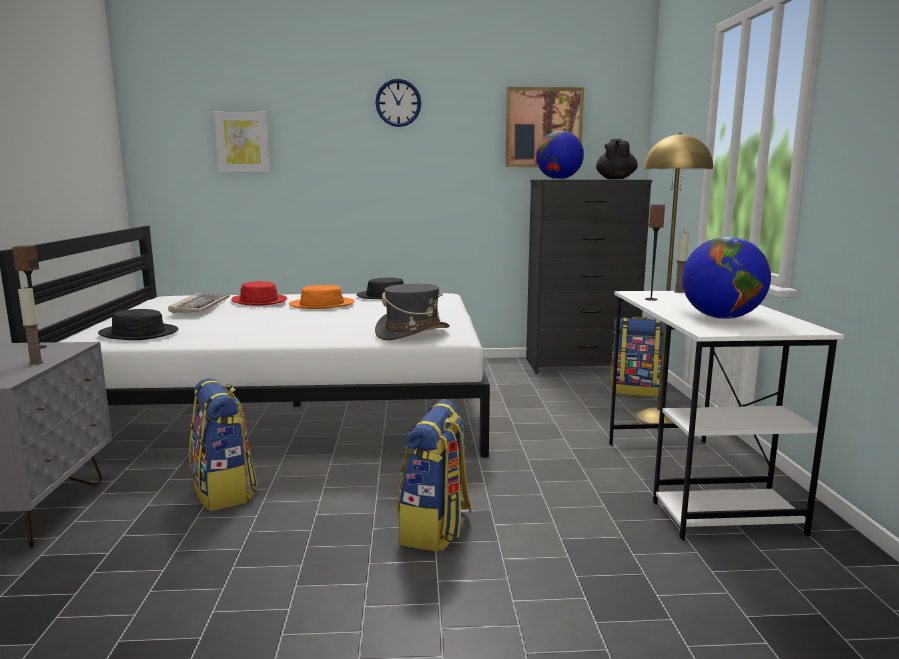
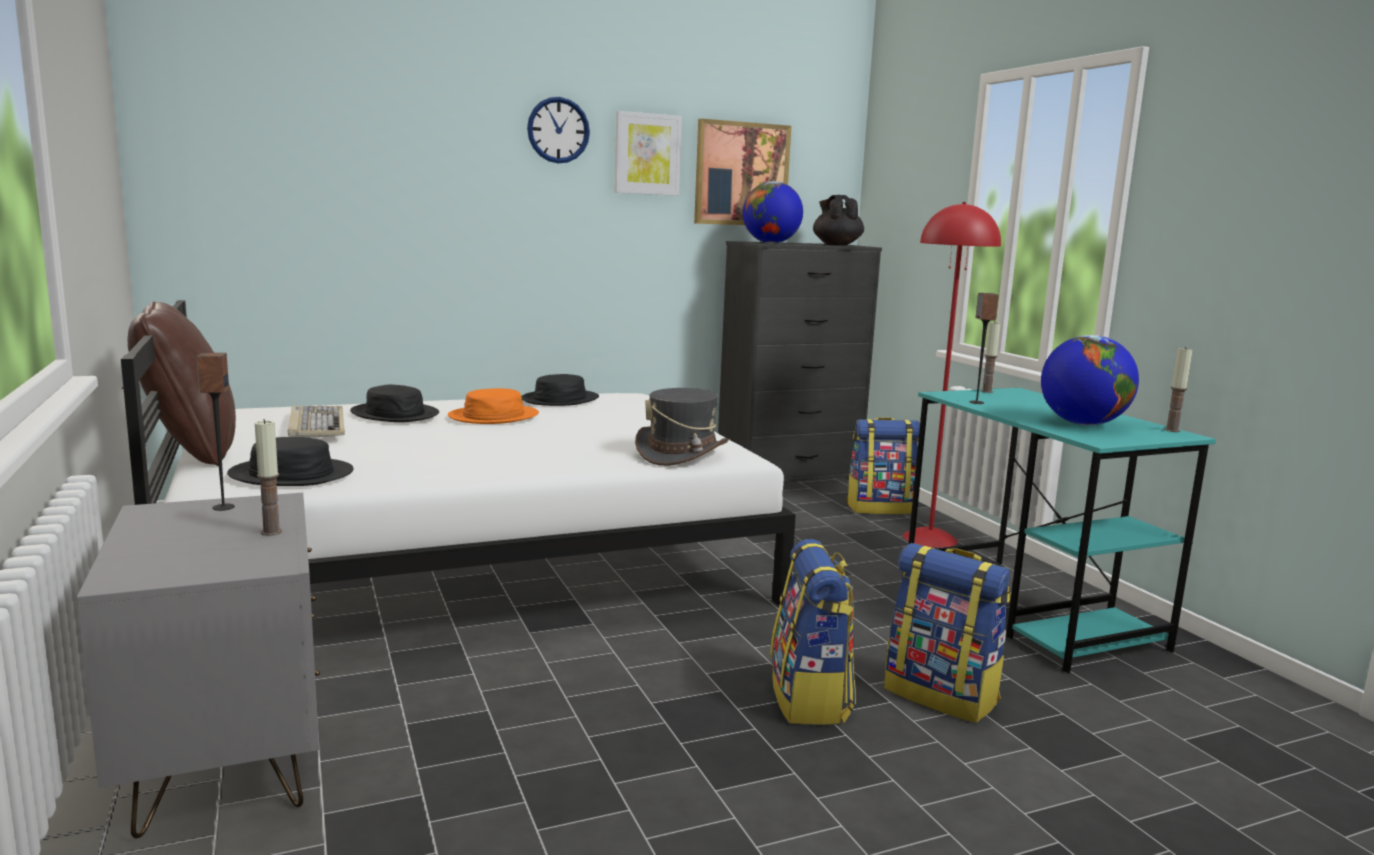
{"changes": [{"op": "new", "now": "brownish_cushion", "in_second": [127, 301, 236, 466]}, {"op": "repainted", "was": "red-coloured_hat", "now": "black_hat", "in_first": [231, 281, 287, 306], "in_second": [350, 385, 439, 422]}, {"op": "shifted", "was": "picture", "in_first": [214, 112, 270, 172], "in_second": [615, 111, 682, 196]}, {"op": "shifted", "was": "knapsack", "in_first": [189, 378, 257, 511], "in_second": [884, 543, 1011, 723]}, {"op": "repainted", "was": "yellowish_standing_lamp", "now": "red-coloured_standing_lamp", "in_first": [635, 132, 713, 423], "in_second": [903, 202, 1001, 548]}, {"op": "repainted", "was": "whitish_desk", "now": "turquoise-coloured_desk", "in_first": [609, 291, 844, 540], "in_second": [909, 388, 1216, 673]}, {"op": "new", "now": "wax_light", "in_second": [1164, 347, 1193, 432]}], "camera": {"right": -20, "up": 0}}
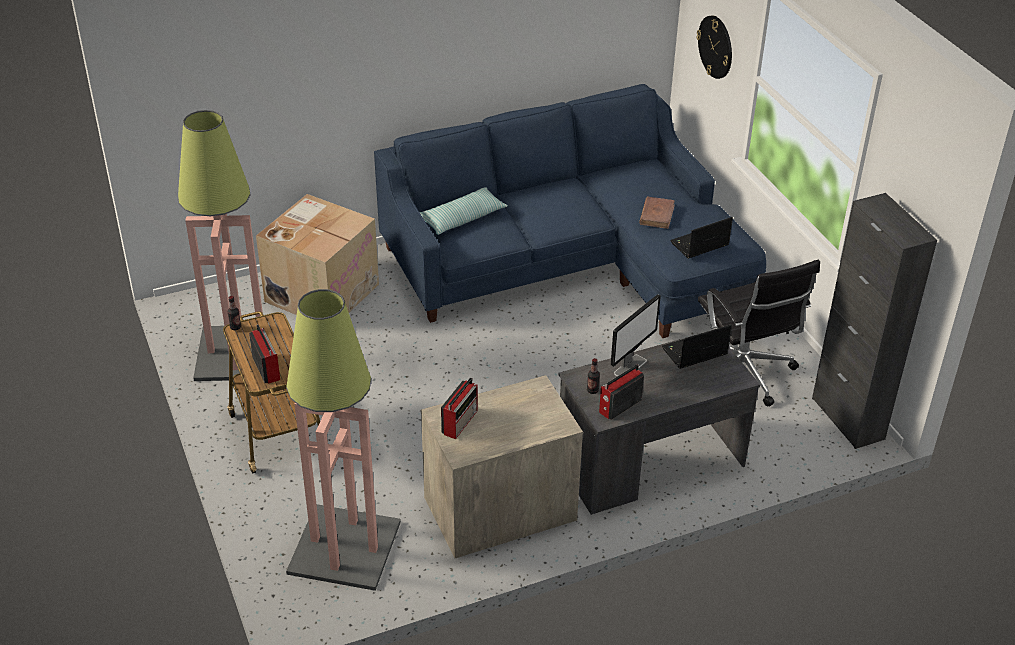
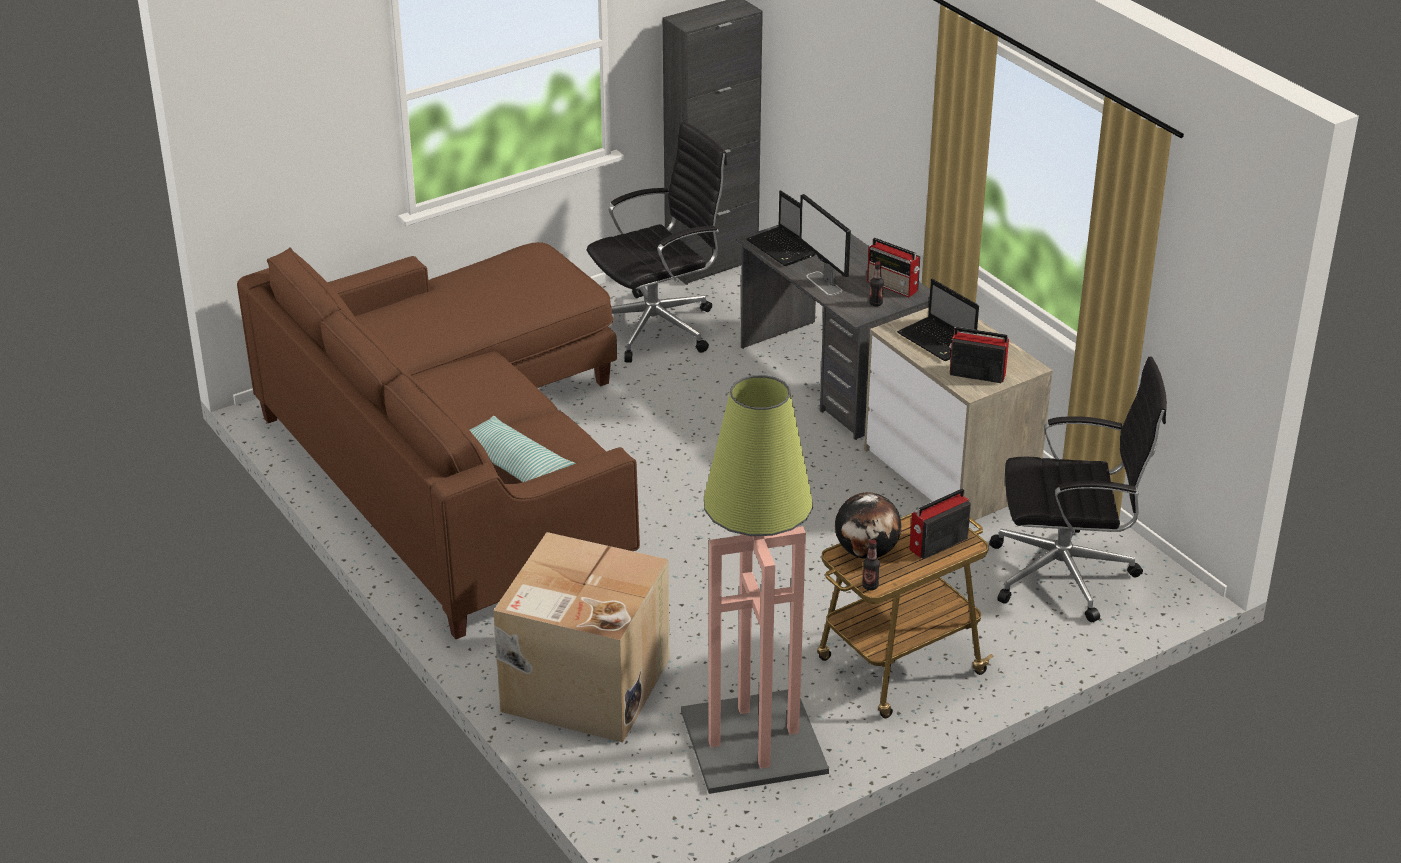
{"changes": [{"op": "repainted", "was": "blue-coloured_sofa", "now": "brownish_sofa", "in_first": [374, 84, 766, 338], "in_second": [237, 242, 640, 639]}, {"op": "rotated", "was": "computer_screen", "in_first": [611, 294, 661, 376], "in_second": [799, 194, 851, 296], "clockwise": -150}, {"op": "new", "now": "world_globe", "in_second": [835, 492, 901, 559]}, {"op": "shifted", "was": "notebook_computer", "in_first": [670, 217, 733, 258], "in_second": [897, 279, 979, 361]}, {"op": "swapped", "was": "standing_lamp", "now": "black_computer_chair", "in_first": [286, 289, 401, 591], "in_second": [989, 357, 1167, 622]}, {"op": "gone", "was": "brownish_bound_book", "in_first": [639, 196, 675, 229]}, {"op": "gone", "was": "clock_on_the_wall", "in_first": [696, 15, 732, 79]}], "camera": {"right": -100, "up": -5}}
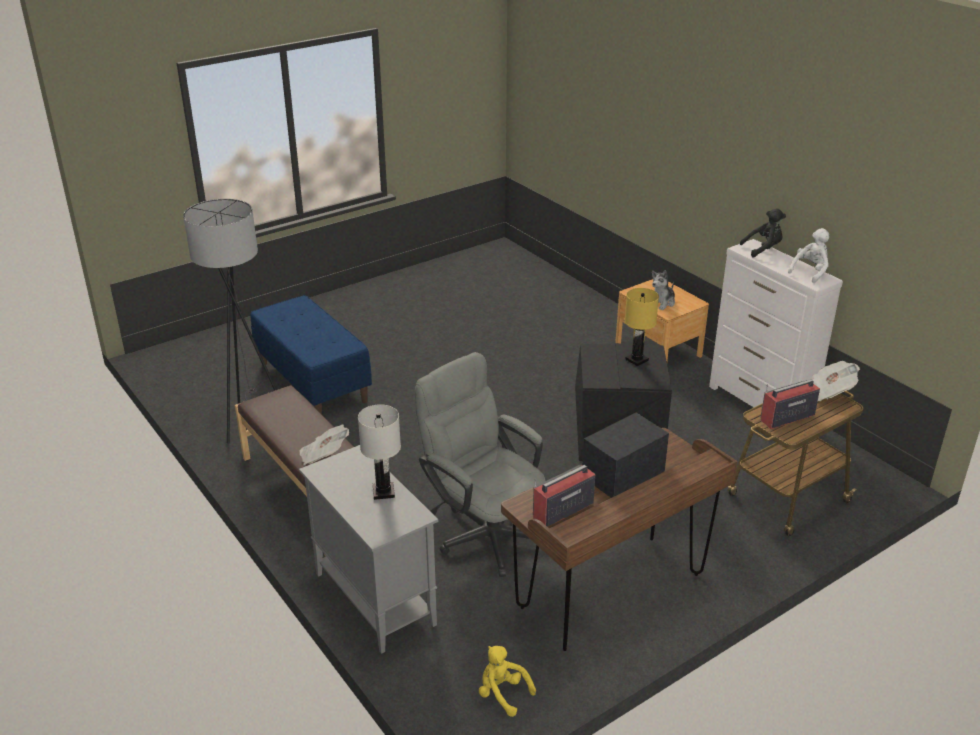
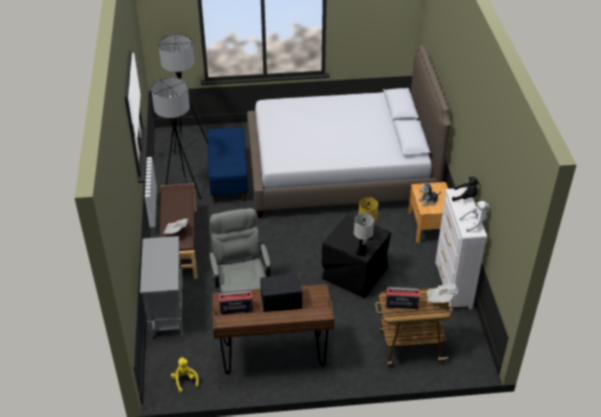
{"changes": [{"op": "new", "now": "black_standing_lamp", "in_second": [158, 34, 208, 156]}, {"op": "new", "now": "bedroom_bed", "in_second": [247, 45, 450, 218]}, {"op": "shifted", "was": "whitish_table_lamp", "in_first": [358, 404, 401, 500], "in_second": [354, 213, 374, 257]}], "camera": {"right": 30, "up": 10}}
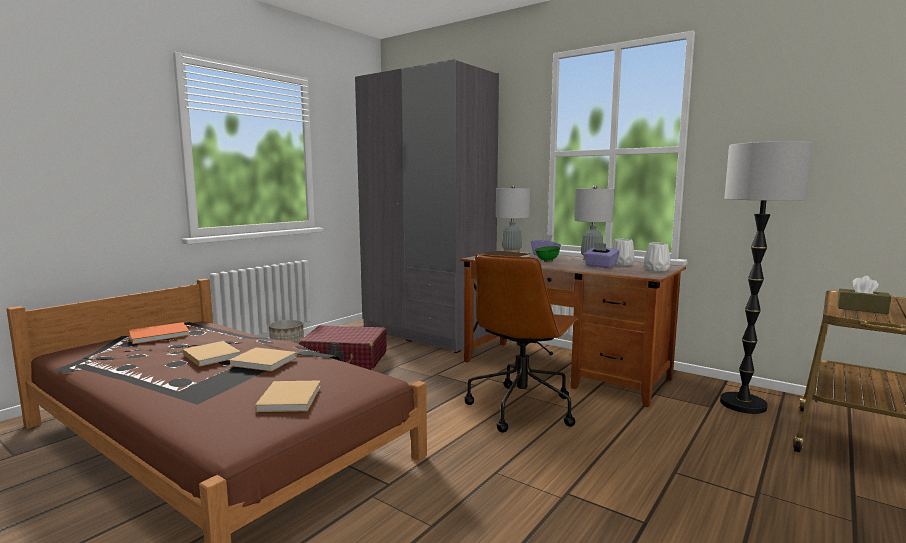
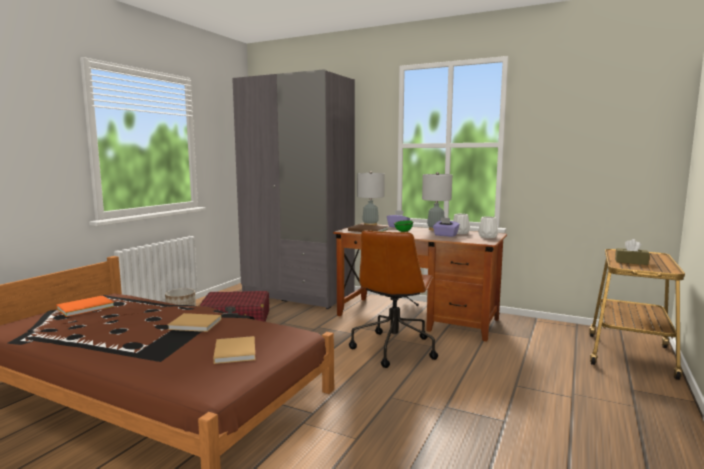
{"changes": [{"op": "gone", "was": "sand-coloured_bound_book", "in_first": [183, 341, 241, 367]}, {"op": "gone", "was": "standing_lamp", "in_first": [720, 141, 812, 414]}], "camera": {"right": -10, "up": 0}}
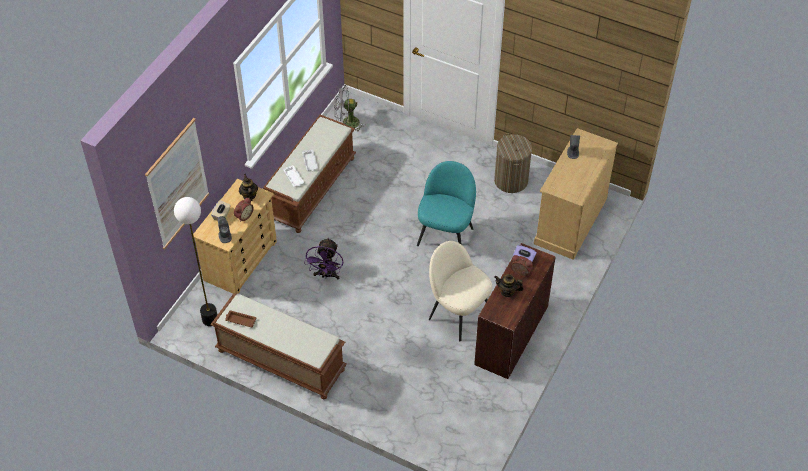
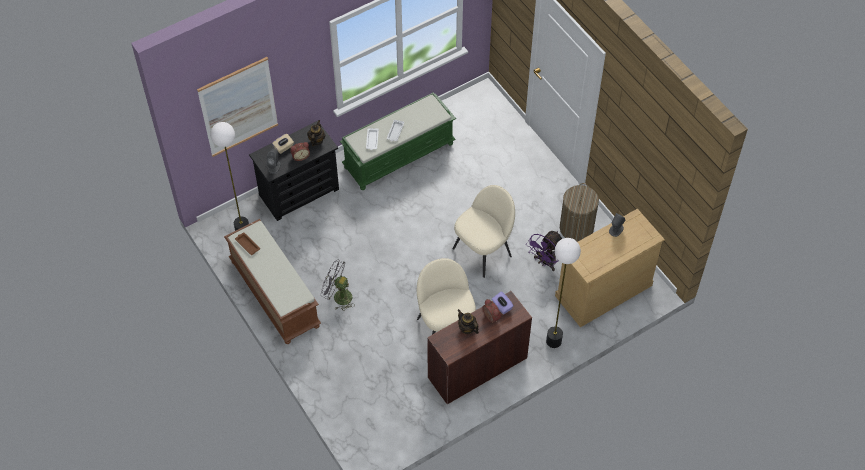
{"changes": [{"op": "repainted", "was": "sand-coloured_drawer_chest", "now": "black_drawer_chest", "in_first": [193, 179, 277, 294], "in_second": [249, 121, 339, 221]}, {"op": "shifted", "was": "grey_electric_fan", "in_first": [334, 85, 365, 132], "in_second": [321, 260, 353, 311]}, {"op": "repainted", "was": "brownish_long_seat", "now": "green_long_seat", "in_first": [263, 115, 356, 233], "in_second": [340, 92, 456, 190]}, {"op": "repainted", "was": "turquoise-coloured_upright_chair", "now": "sand-coloured_upright_chair", "in_first": [417, 161, 476, 246], "in_second": [453, 185, 515, 278]}, {"op": "shifted", "was": "purple_electric_fan", "in_first": [304, 238, 343, 280], "in_second": [526, 231, 562, 271]}, {"op": "new", "now": "standing_lamp", "in_second": [546, 238, 581, 348]}], "camera": {"right": 30, "up": 5}}
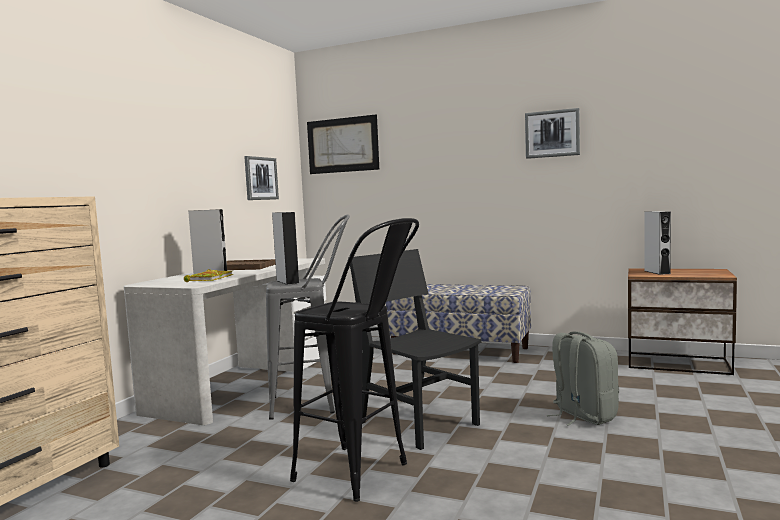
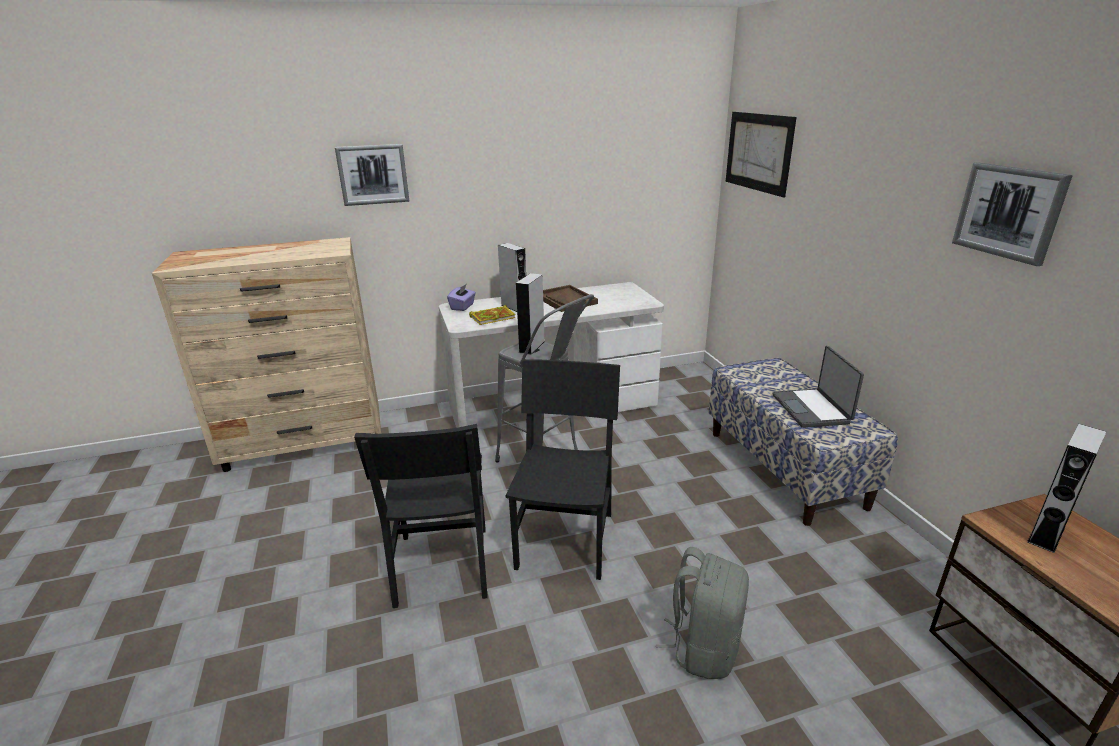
{"changes": [{"op": "shifted", "was": "picture", "in_first": [244, 156, 279, 200], "in_second": [335, 144, 409, 206]}, {"op": "swapped", "was": "black_sitting_stool", "now": "black_upright_chair", "in_first": [290, 218, 419, 502], "in_second": [354, 424, 487, 608]}, {"op": "new", "now": "purple_tissue_holder", "in_second": [447, 284, 476, 311]}, {"op": "new", "now": "notebook_computer", "in_second": [772, 346, 864, 428]}], "camera": {"right": 50, "up": 20}}
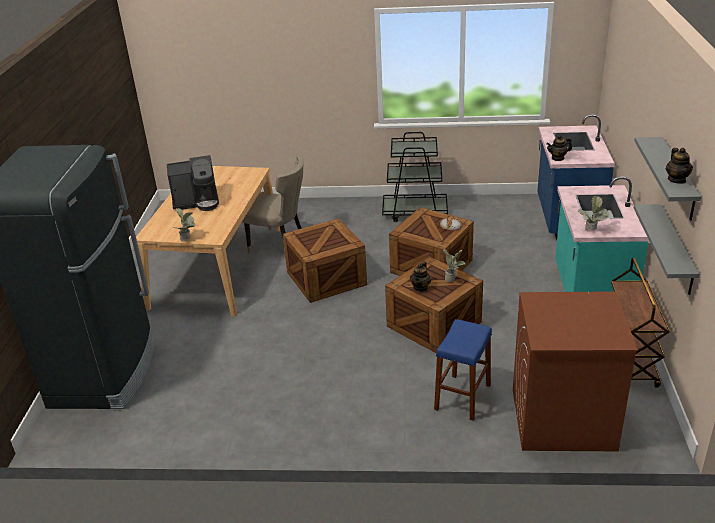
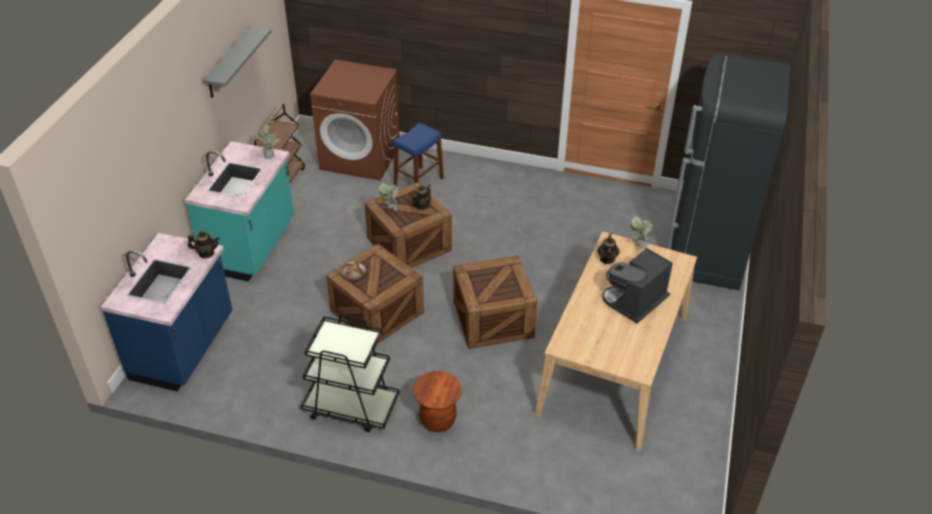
{"changes": [{"op": "new", "now": "brownish_sitting_stool", "in_second": [413, 371, 462, 432]}, {"op": "shifted", "was": "tea_pot", "in_first": [666, 148, 693, 184], "in_second": [597, 234, 620, 264]}, {"op": "rotated", "was": "coffee_machine", "in_first": [167, 155, 219, 211], "in_second": [603, 248, 673, 323], "clockwise": -45}, {"op": "gone", "was": "sand-coloured_upright_chair", "in_first": [242, 155, 304, 253]}, {"op": "gone", "was": "grey_bracket_shelf", "in_first": [634, 204, 700, 295]}], "camera": {"right": -170, "up": 10}}
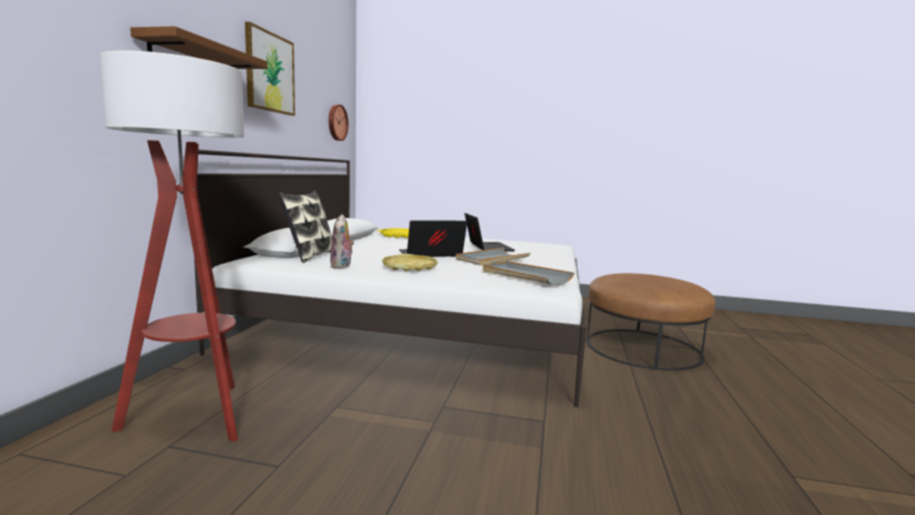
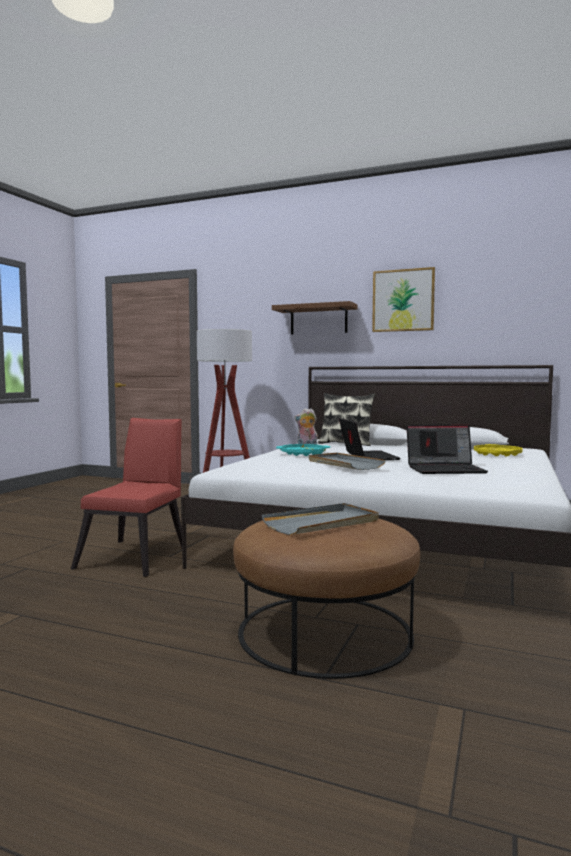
{"changes": [{"op": "new", "now": "red-coloured_upright_chair", "in_second": [71, 418, 187, 577]}, {"op": "shifted", "was": "grey_tray", "in_first": [483, 261, 574, 285], "in_second": [261, 503, 378, 535]}, {"op": "repainted", "was": "yellowish_tray", "now": "turquoise-coloured_tray", "in_first": [382, 254, 438, 271], "in_second": [276, 444, 330, 456]}, {"op": "gone", "was": "clock_on_the_wall", "in_first": [329, 104, 348, 141]}], "camera": {"right": 100, "up": -5}}
